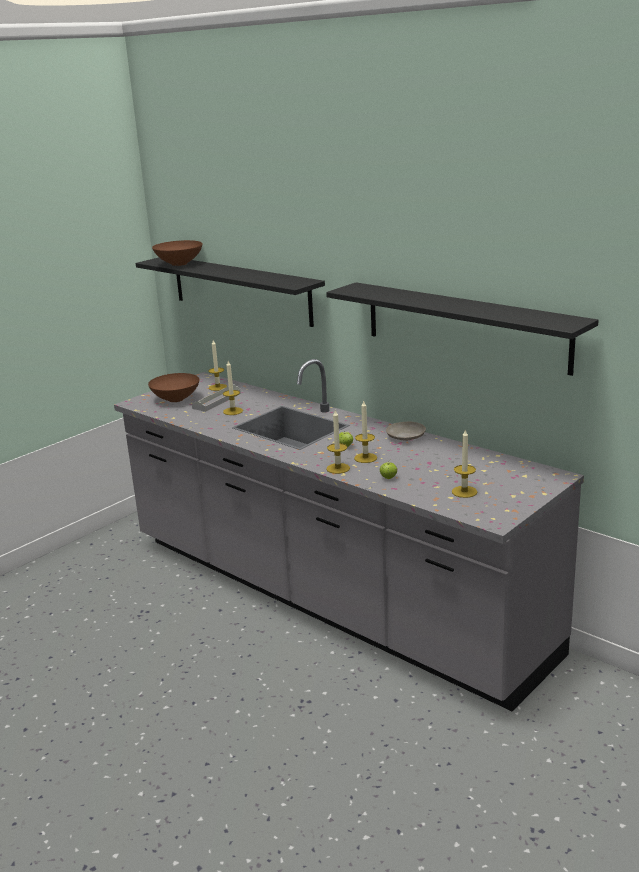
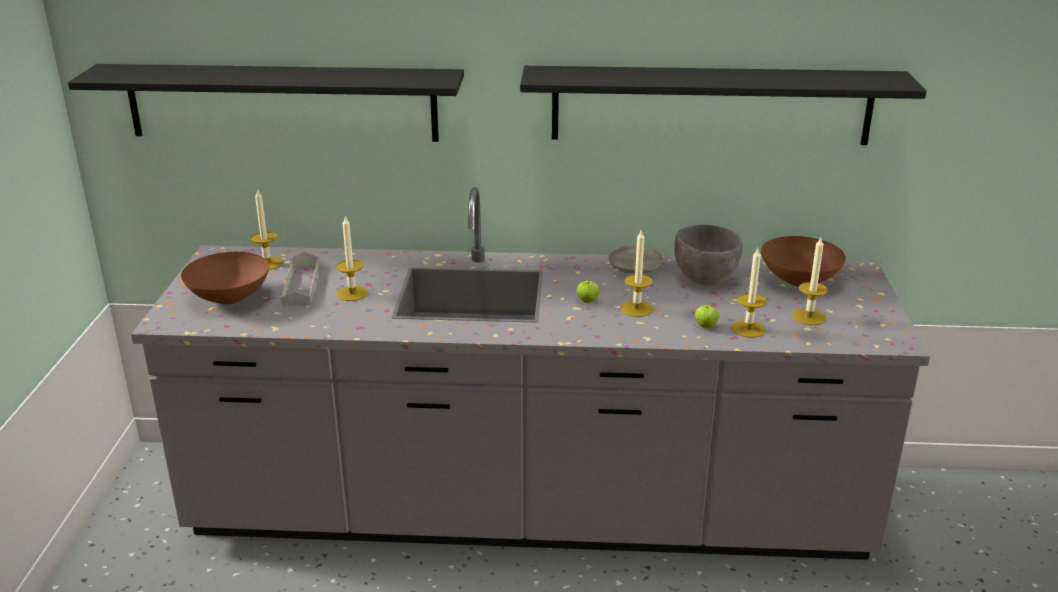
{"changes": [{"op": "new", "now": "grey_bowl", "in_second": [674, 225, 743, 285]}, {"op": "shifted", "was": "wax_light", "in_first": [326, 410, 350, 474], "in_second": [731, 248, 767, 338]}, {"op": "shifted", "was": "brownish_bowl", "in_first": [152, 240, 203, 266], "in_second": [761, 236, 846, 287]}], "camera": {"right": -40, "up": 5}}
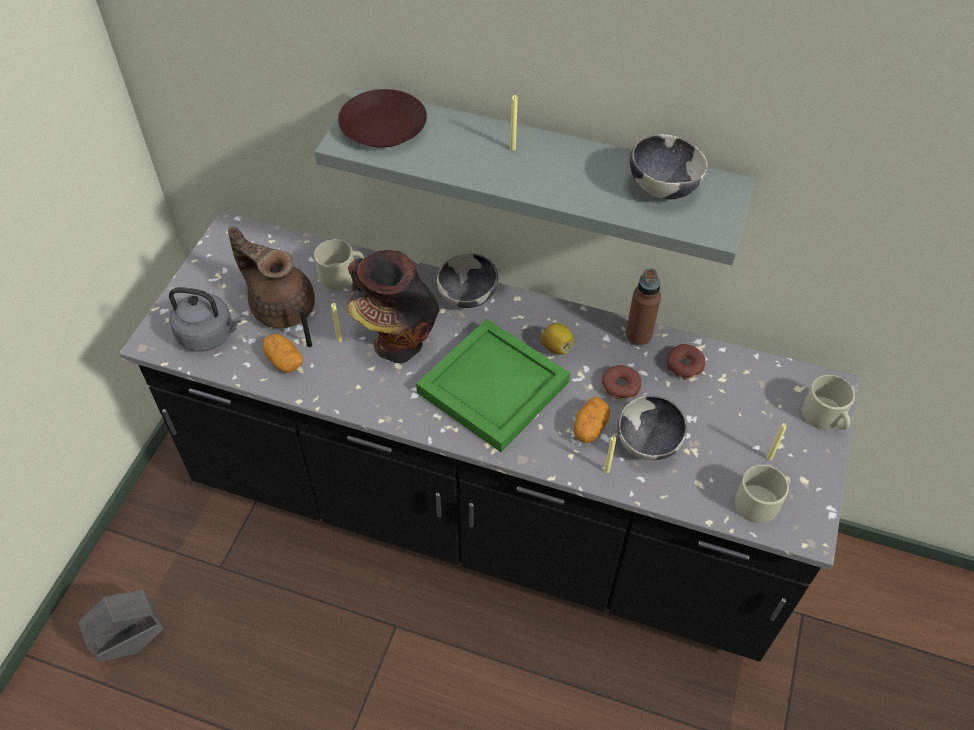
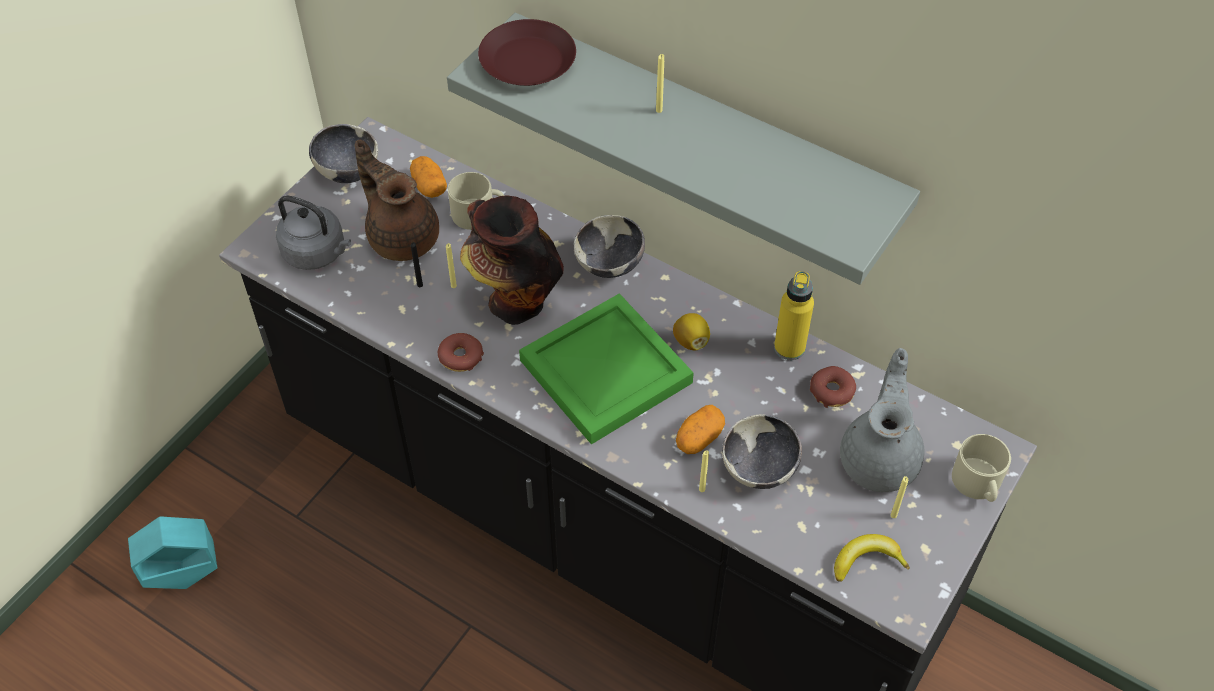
{"changes": [{"op": "repainted", "was": "grey_plant_pot", "now": "turquoise-coloured_plant_pot", "in_first": [78, 590, 163, 662], "in_second": [128, 516, 217, 589]}, {"op": "shifted", "was": "bowl", "in_first": [630, 134, 708, 199], "in_second": [309, 124, 378, 183]}, {"op": "shifted", "was": "whole_potato", "in_first": [262, 334, 303, 372], "in_second": [410, 156, 447, 198]}, {"op": "shifted", "was": "doughnut", "in_first": [602, 365, 642, 399], "in_second": [438, 333, 484, 372]}, {"op": "repainted", "was": "brownish_bottle", "now": "yellowish_bottle", "in_first": [625, 268, 661, 347], "in_second": [774, 271, 814, 360]}, {"op": "swapped", "was": "sand-coloured_mug", "now": "banana", "in_first": [735, 465, 791, 523], "in_second": [834, 534, 910, 582]}, {"op": "new", "now": "grey_tea_pot", "in_second": [840, 348, 925, 492]}], "camera": {"right": 15, "up": 0}}
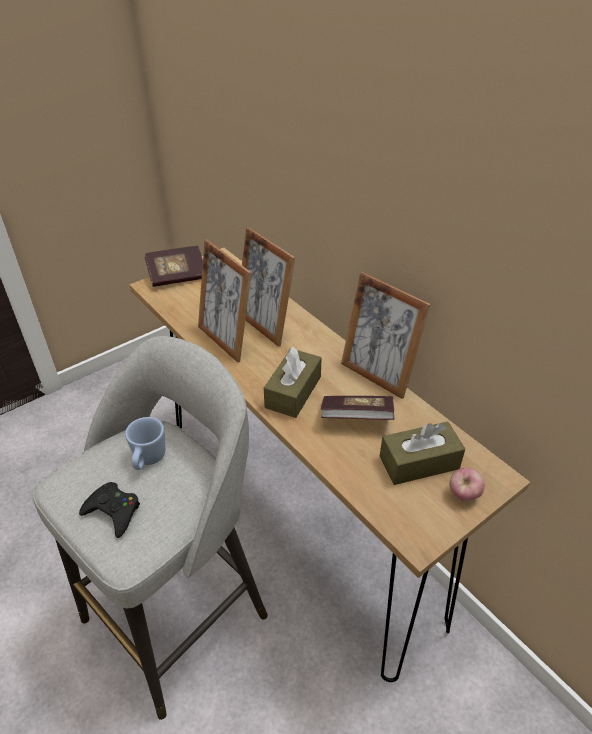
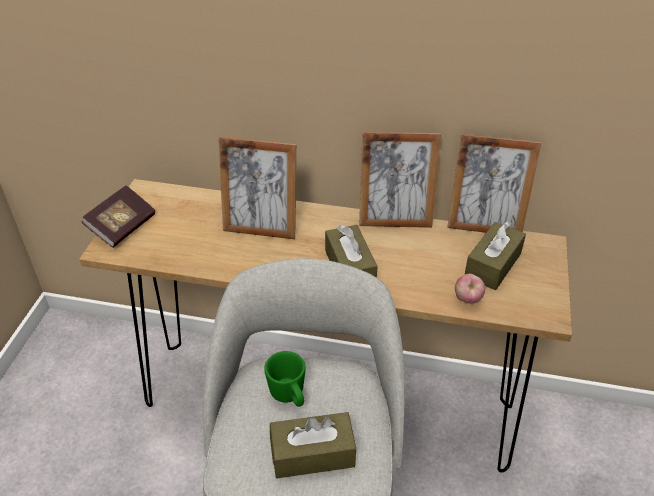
{"changes": [{"op": "repainted", "was": "blue-coloured_mug", "now": "green_mug", "in_first": [125, 417, 165, 470], "in_second": [264, 351, 306, 407]}, {"op": "swapped", "was": "black_game_controller", "now": "brownish_tissue_holder", "in_first": [79, 482, 140, 538], "in_second": [270, 412, 356, 478]}, {"op": "shifted", "was": "picture_frame", "in_first": [198, 239, 251, 363], "in_second": [447, 134, 541, 233]}, {"op": "shifted", "was": "apple", "in_first": [450, 468, 485, 502], "in_second": [455, 274, 485, 304]}, {"op": "gone", "was": "bound_book", "in_first": [321, 396, 395, 420]}], "camera": {"right": -40, "up": 0}}
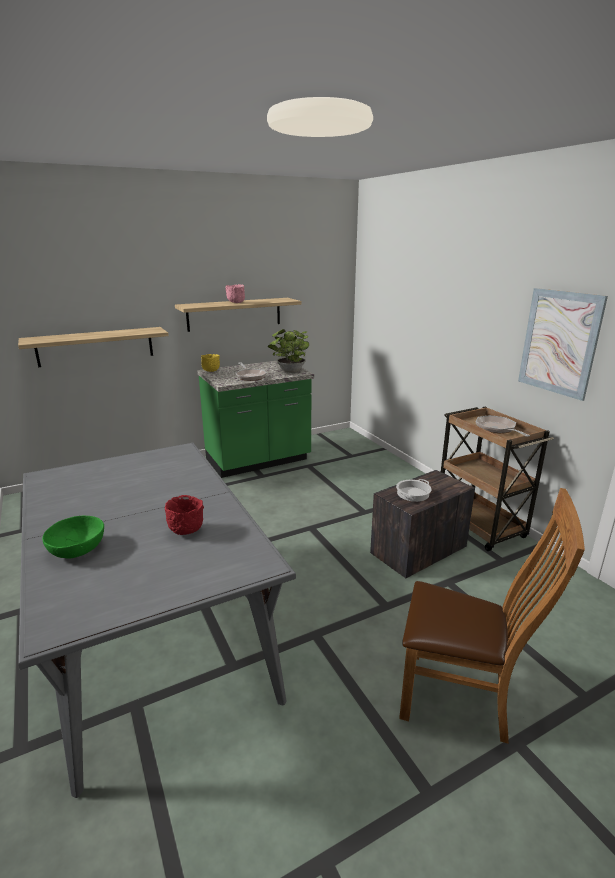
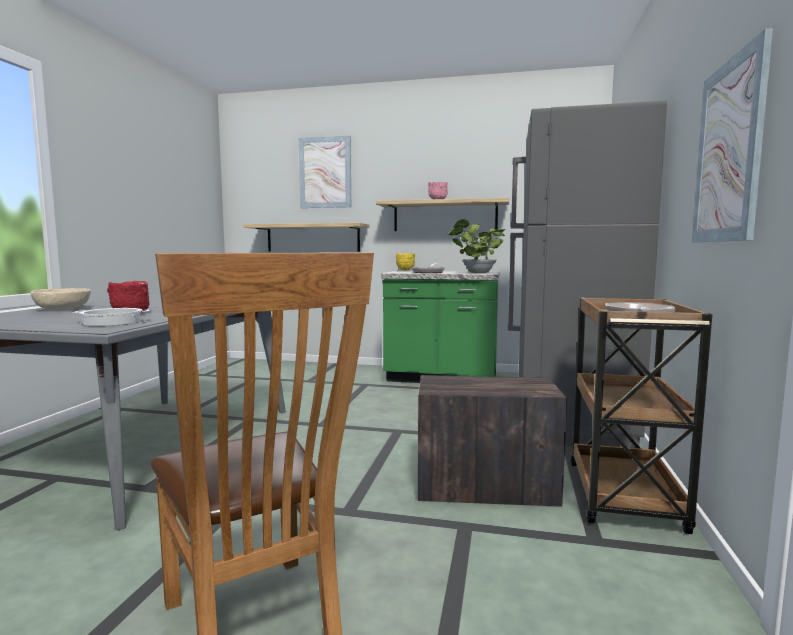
{"changes": [{"op": "repainted", "was": "green_bowl", "now": "sand-coloured_bowl", "in_first": [42, 516, 104, 559], "in_second": [31, 288, 91, 311]}, {"op": "shifted", "was": "saucepot", "in_first": [396, 479, 431, 502], "in_second": [73, 308, 150, 326]}, {"op": "new", "now": "picture", "in_second": [299, 136, 351, 208]}, {"op": "new", "now": "grey_fridge", "in_second": [508, 101, 667, 448]}], "camera": {"right": 40, "up": -15}}
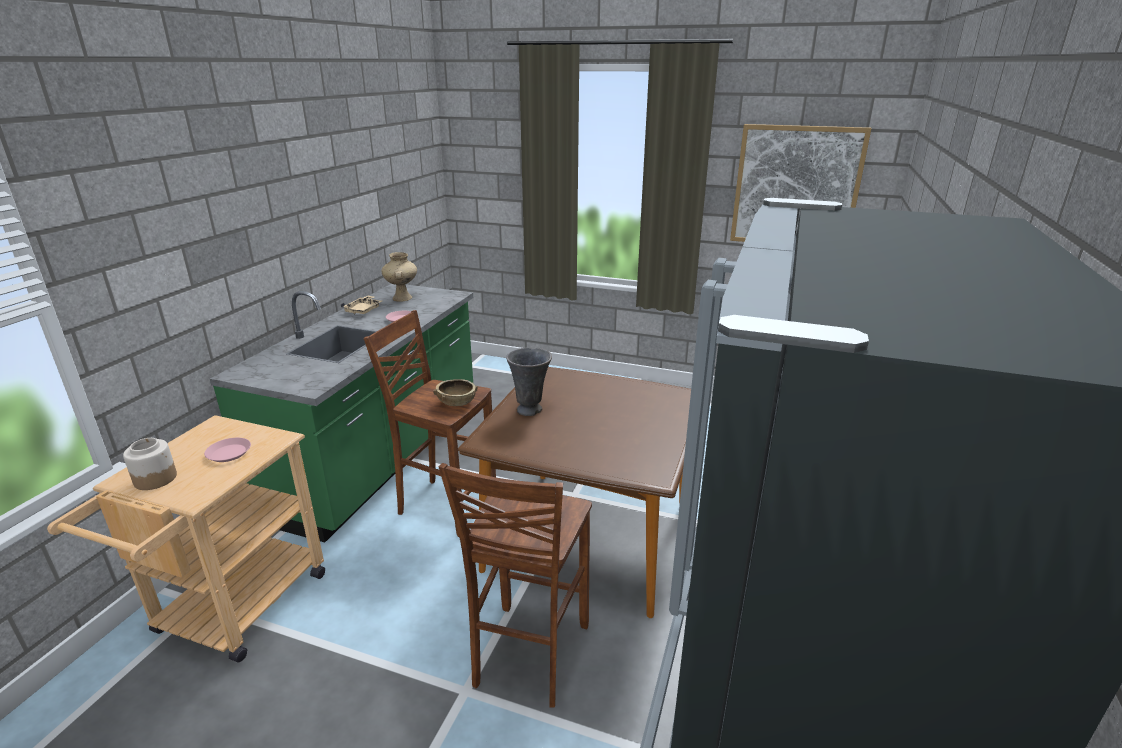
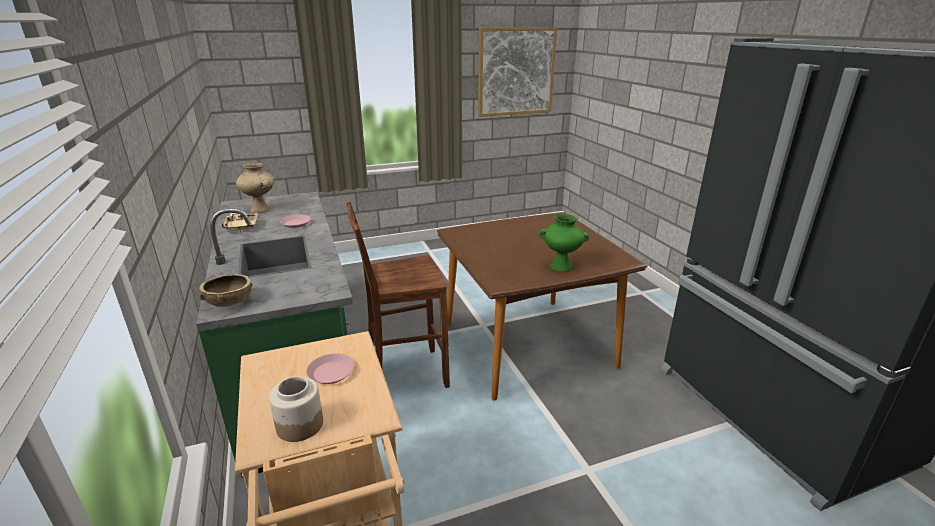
{"changes": [{"op": "shifted", "was": "brownish_bowl", "in_first": [433, 379, 478, 406], "in_second": [199, 274, 253, 307]}, {"op": "new", "now": "green_flower_vase", "in_second": [539, 214, 589, 272]}, {"op": "gone", "was": "brownish_sitting_stool", "in_first": [439, 463, 592, 708]}, {"op": "gone", "was": "grey_flower_vase", "in_first": [506, 347, 552, 416]}], "camera": {"right": -40, "up": 0}}
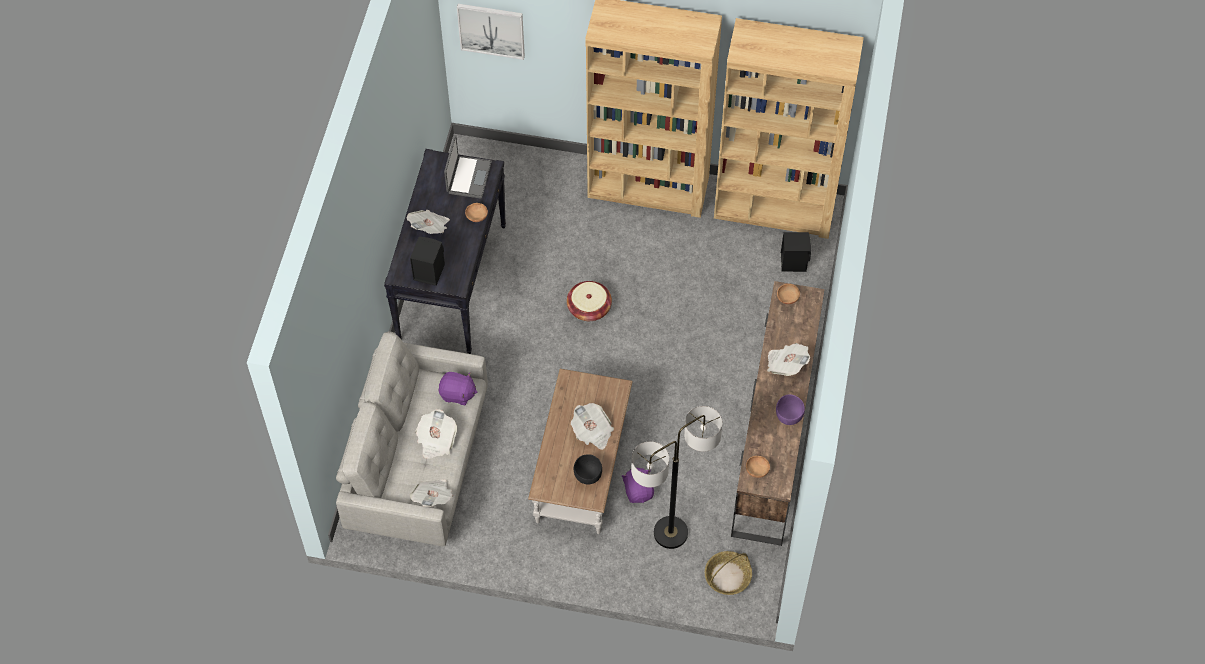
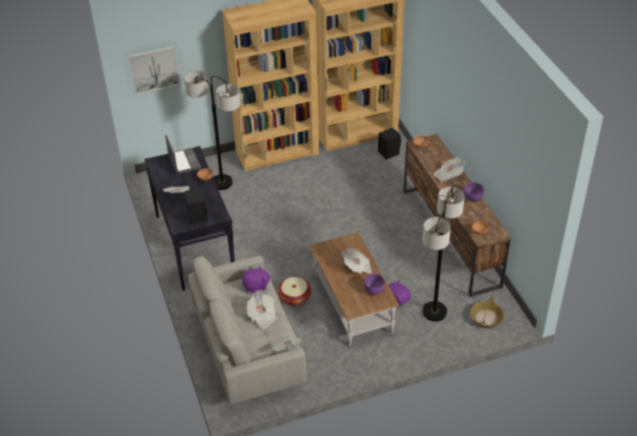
{"changes": [{"op": "new", "now": "standing_lamp", "in_second": [184, 70, 240, 190]}, {"op": "shifted", "was": "storage_basket", "in_first": [567, 281, 612, 321], "in_second": [278, 277, 311, 306]}, {"op": "repainted", "was": "black_bowl", "now": "purple_bowl", "in_first": [574, 454, 602, 485], "in_second": [364, 274, 385, 295]}], "camera": {"right": -30, "up": -15}}
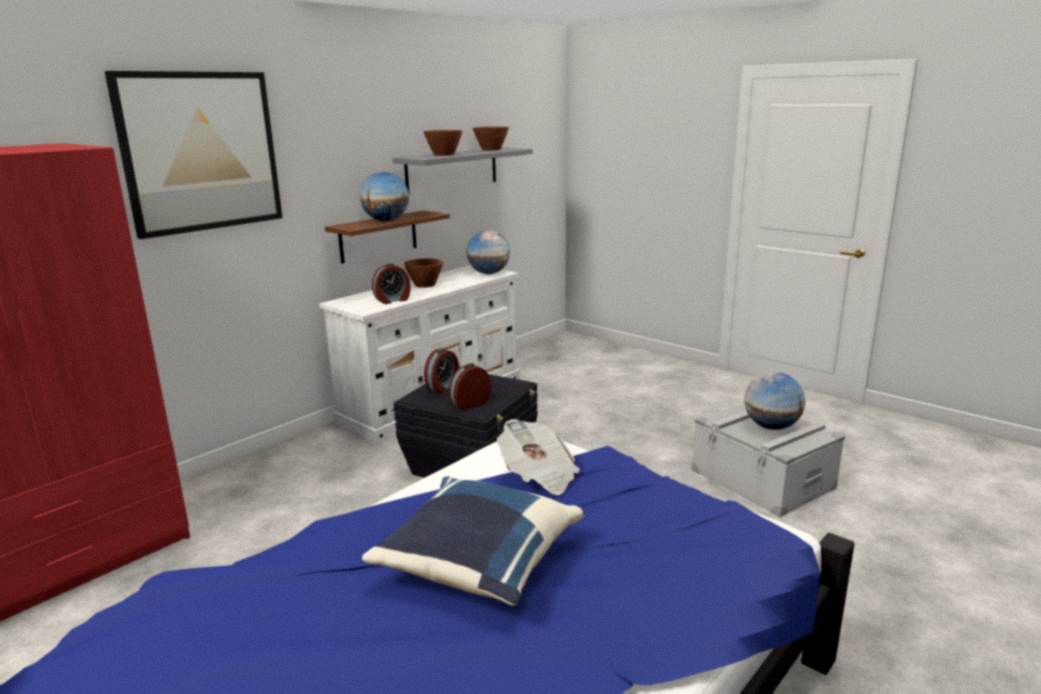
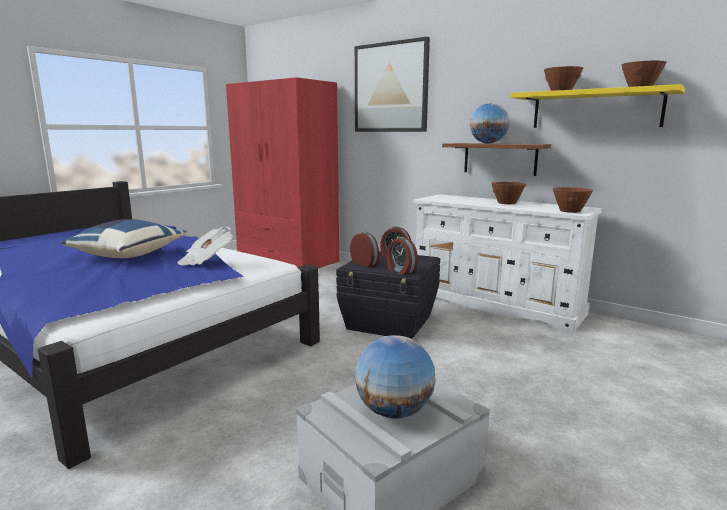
{"changes": [{"op": "shifted", "was": "alarm_clock", "in_first": [372, 263, 411, 304], "in_second": [387, 237, 418, 275]}, {"op": "repainted", "was": "grey_bracket_shelf", "now": "yellowish_bracket_shelf", "in_first": [393, 147, 533, 193], "in_second": [511, 84, 685, 128]}, {"op": "swapped", "was": "world_globe", "now": "brownish_bowl", "in_first": [466, 230, 510, 274], "in_second": [553, 187, 593, 213]}], "camera": {"right": 85, "up": -5}}
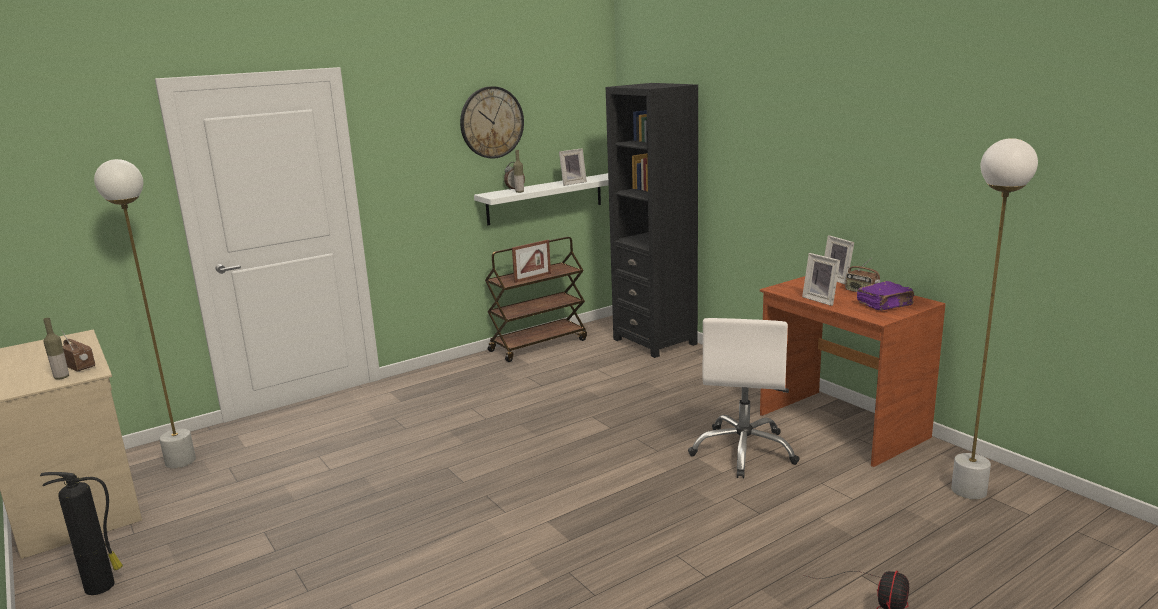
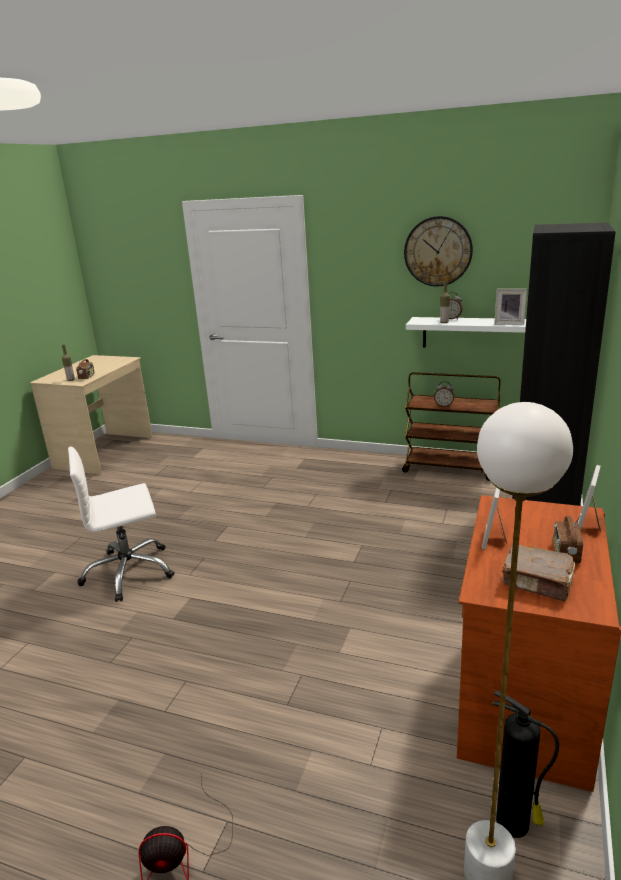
{"changes": [{"op": "shifted", "was": "whitish_computer_chair", "in_first": [688, 318, 800, 478], "in_second": [68, 447, 174, 602]}, {"op": "swapped", "was": "picture_frame", "now": "alarm_clock", "in_first": [512, 240, 551, 283], "in_second": [434, 381, 454, 407]}, {"op": "shifted", "was": "extinguisher", "in_first": [40, 472, 123, 595], "in_second": [493, 690, 559, 838]}, {"op": "repainted", "was": "purple_bound_book", "now": "brownish_bound_book", "in_first": [857, 281, 914, 310], "in_second": [502, 545, 575, 601]}, {"op": "gone", "was": "whitish_standing_lamp", "in_first": [94, 159, 196, 468]}], "camera": {"right": 55, "up": 5}}
